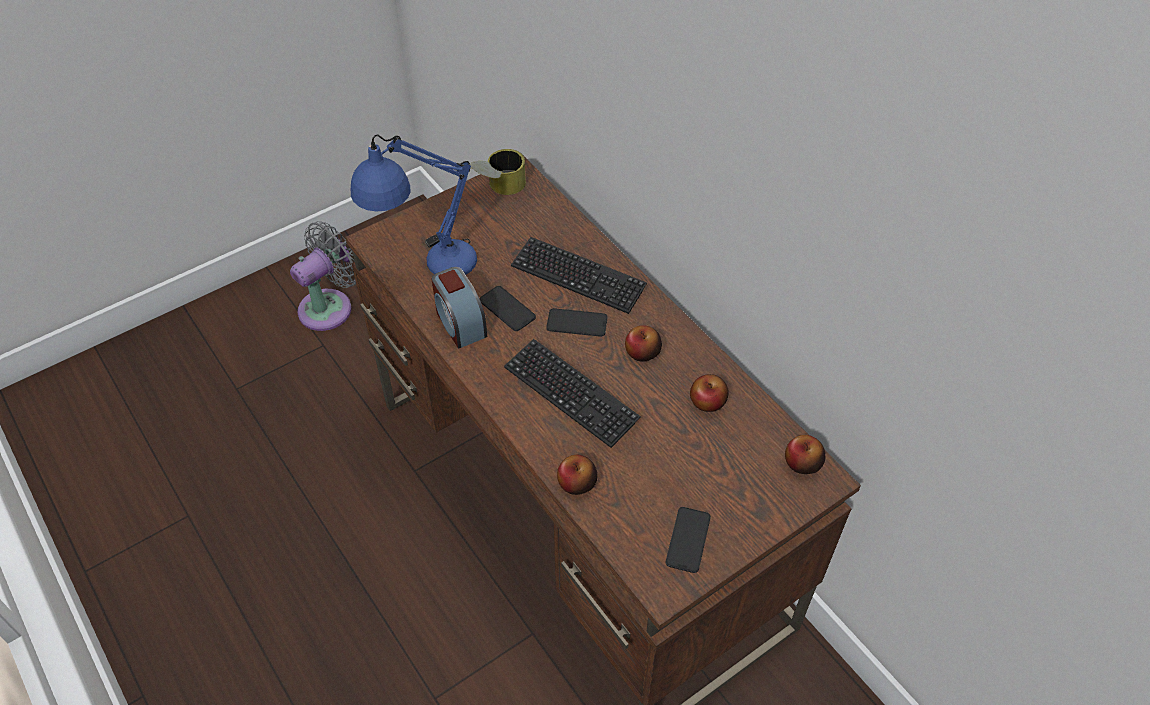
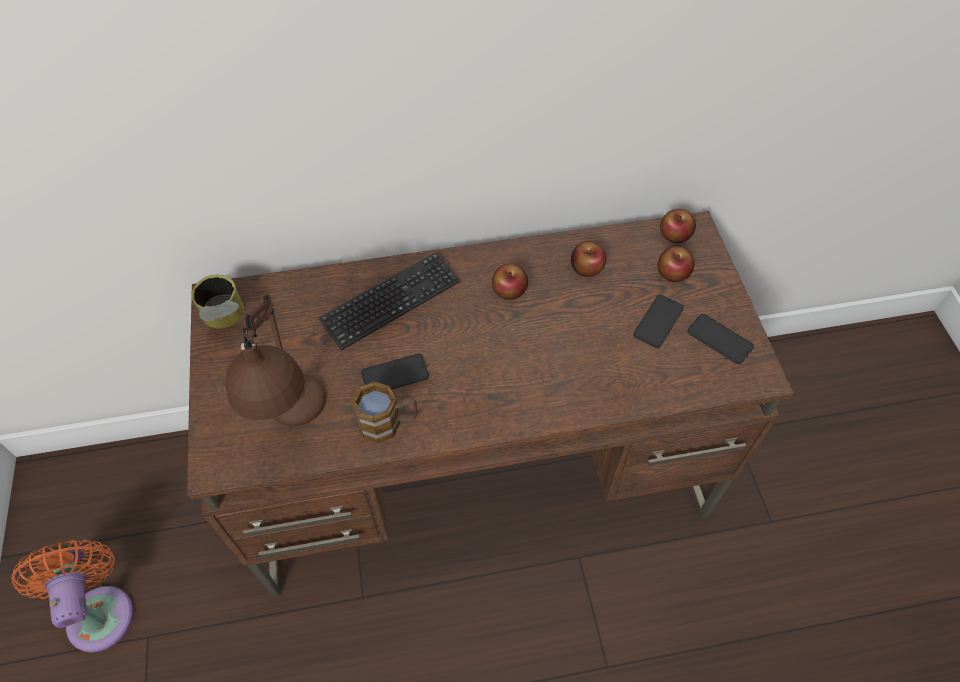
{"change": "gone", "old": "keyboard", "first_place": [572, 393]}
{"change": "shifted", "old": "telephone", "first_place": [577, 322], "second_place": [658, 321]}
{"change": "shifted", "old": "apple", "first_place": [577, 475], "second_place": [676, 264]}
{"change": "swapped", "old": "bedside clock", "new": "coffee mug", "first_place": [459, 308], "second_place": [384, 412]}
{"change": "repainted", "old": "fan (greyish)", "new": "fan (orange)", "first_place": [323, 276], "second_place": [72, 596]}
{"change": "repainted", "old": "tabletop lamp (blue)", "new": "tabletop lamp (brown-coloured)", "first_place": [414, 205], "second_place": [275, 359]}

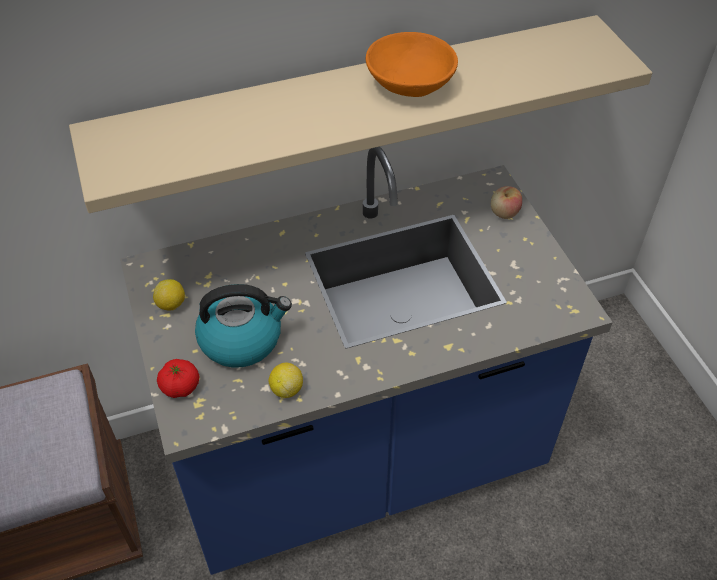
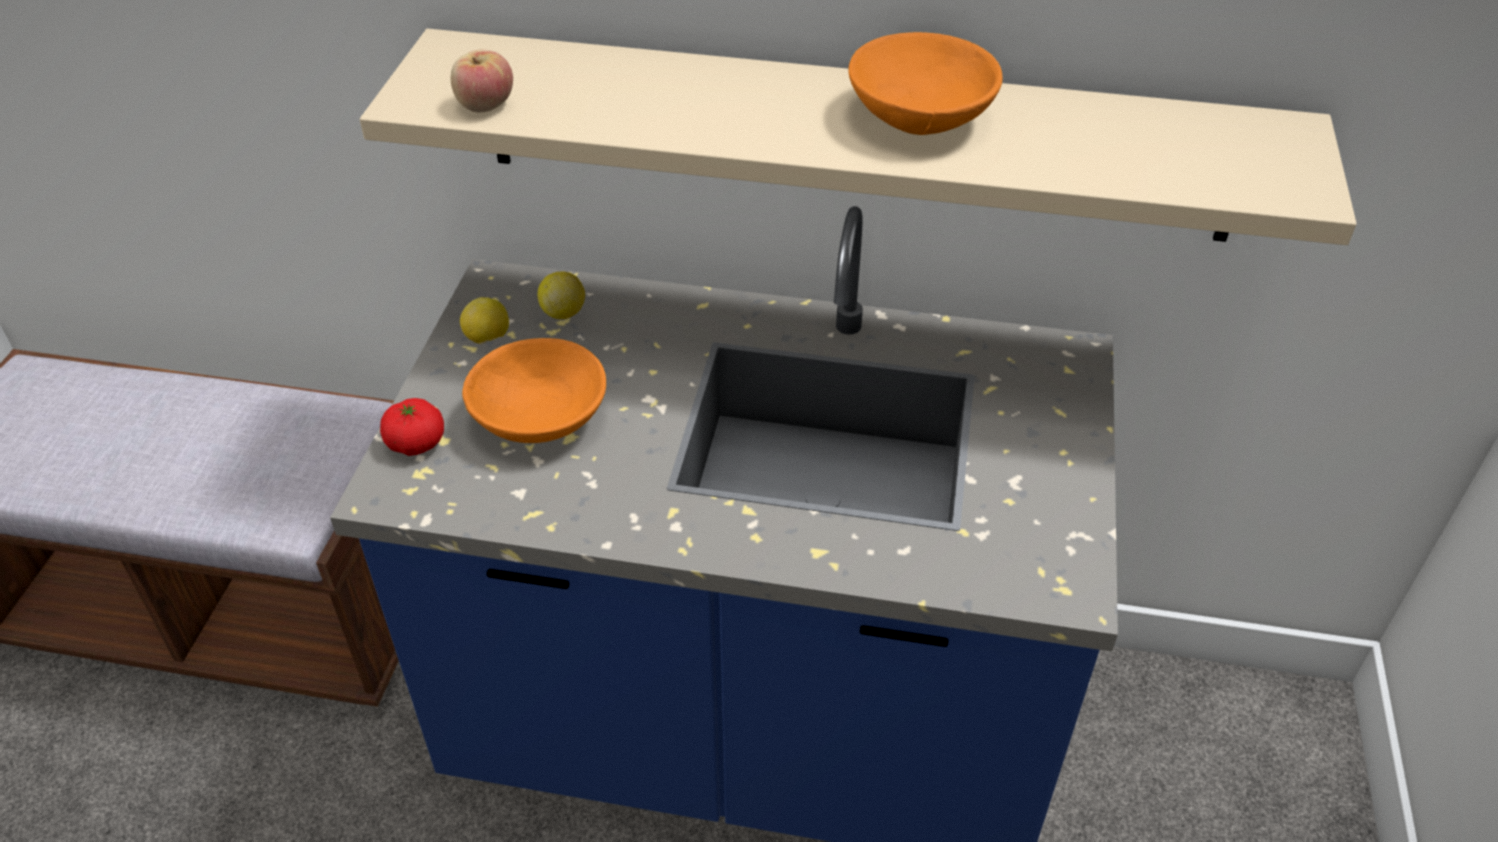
{"change": "shifted", "old": "whole lemon", "first_place": [286, 380], "second_place": [561, 295]}
{"change": "shifted", "old": "apple", "first_place": [506, 202], "second_place": [482, 80]}
{"change": "swapped", "old": "tea kettle", "new": "bowl (orange)", "first_place": [243, 326], "second_place": [534, 390]}

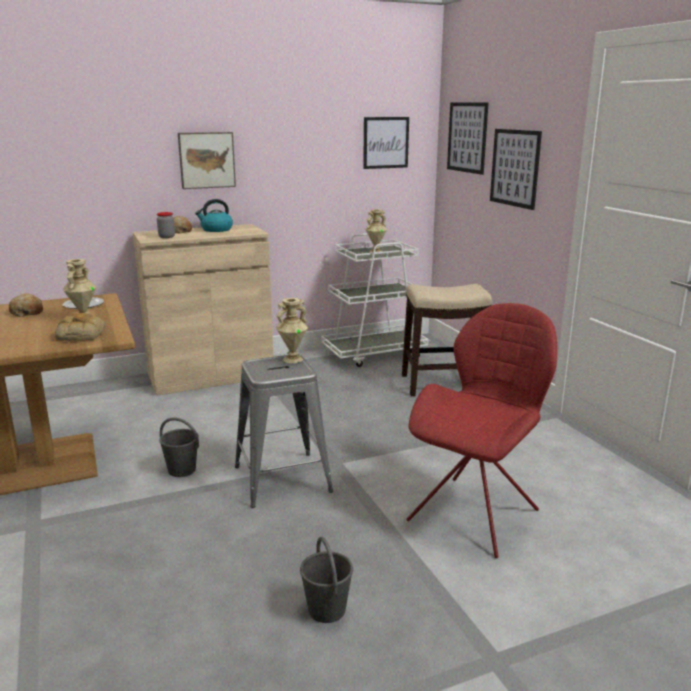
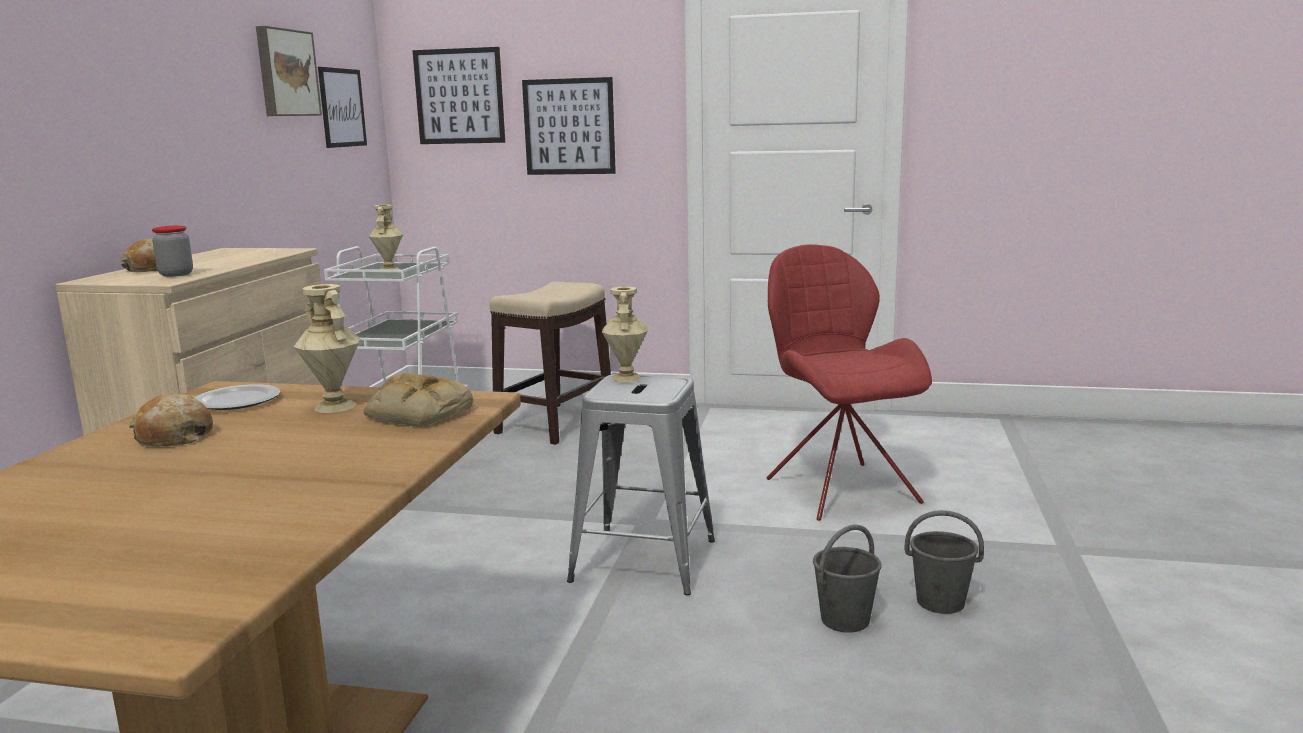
{"change": "gone", "old": "tea kettle", "first_place": [214, 215]}
{"change": "shifted", "old": "pail (greyish)", "first_place": [179, 447], "second_place": [847, 578]}
{"change": "shifted", "old": "picture", "first_place": [207, 160], "second_place": [289, 71]}

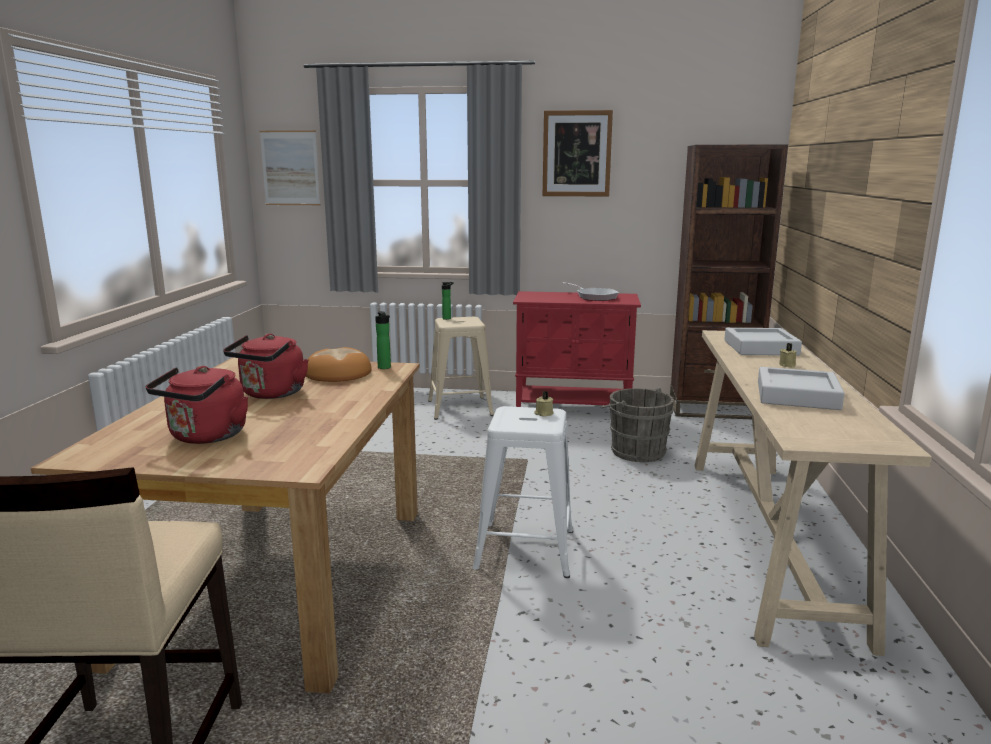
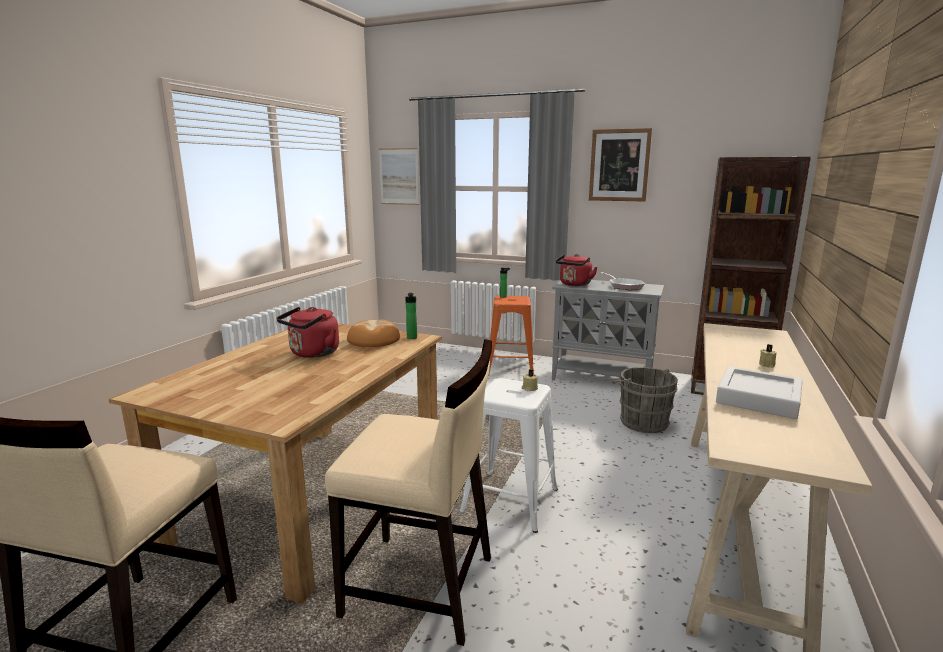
{"change": "gone", "old": "tray (greyish)", "first_place": [763, 341]}
{"change": "new", "new": "chair (sand-coloured)", "second_place": [408, 492]}
{"change": "shifted", "old": "tea kettle (reddish)", "first_place": [197, 405], "second_place": [577, 270]}
{"change": "repainted", "old": "sitting stool (sand-coloured)", "new": "sitting stool (orange)", "first_place": [461, 368], "second_place": [511, 335]}
{"change": "repainted", "old": "cabinet (reddish)", "new": "cabinet (greyish)", "first_place": [577, 349], "second_place": [608, 330]}

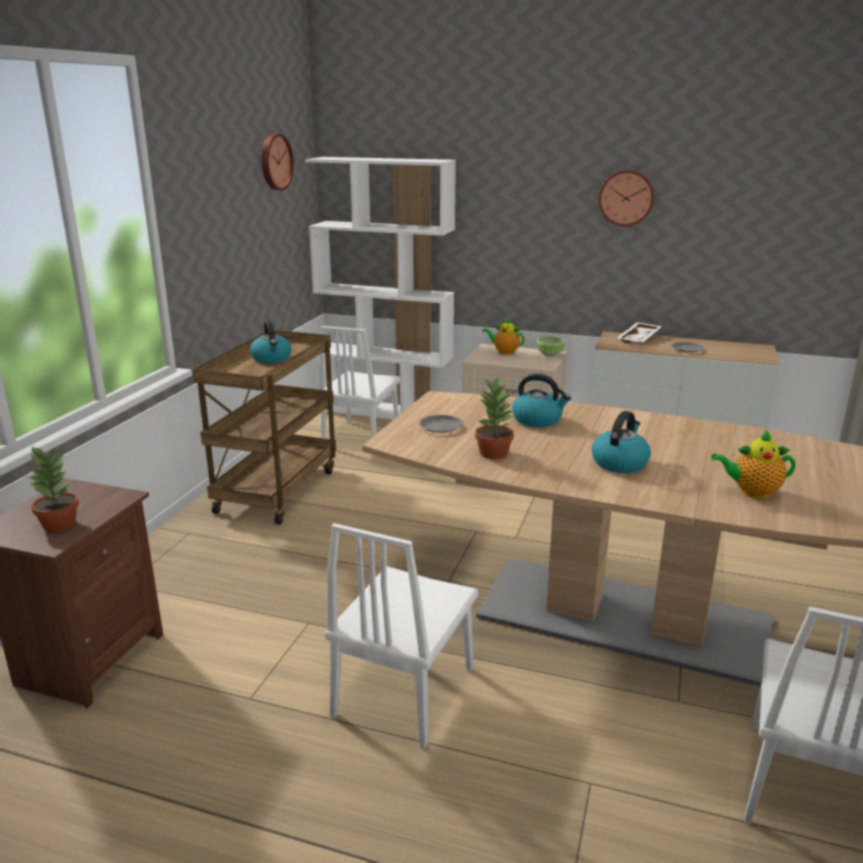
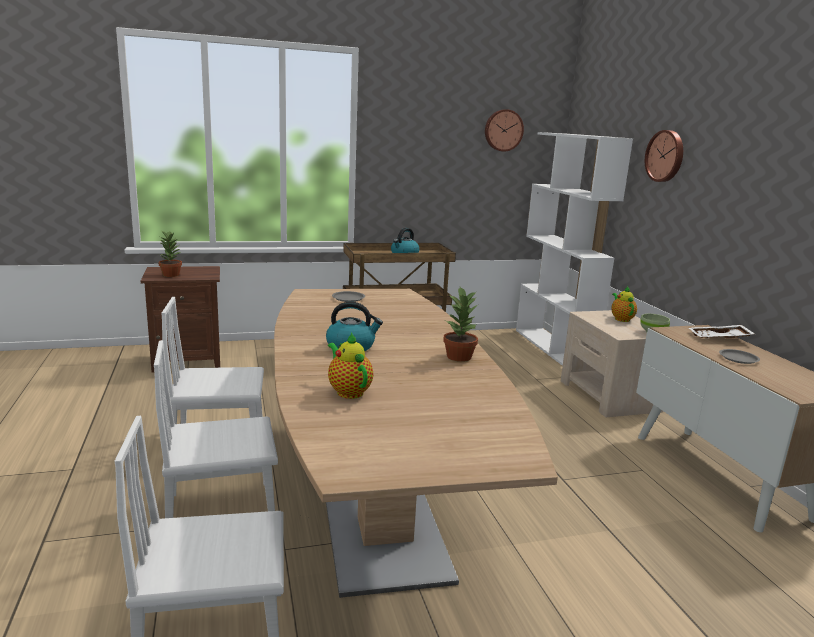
{"change": "gone", "old": "tea kettle", "first_place": [541, 400]}
{"change": "shifted", "old": "chair (white-coloured)", "first_place": [360, 382], "second_place": [216, 429]}
{"change": "shifted", "old": "plant in a pot", "first_place": [495, 418], "second_place": [460, 324]}
{"change": "shifted", "old": "clock on the wall", "first_place": [627, 198], "second_place": [664, 156]}

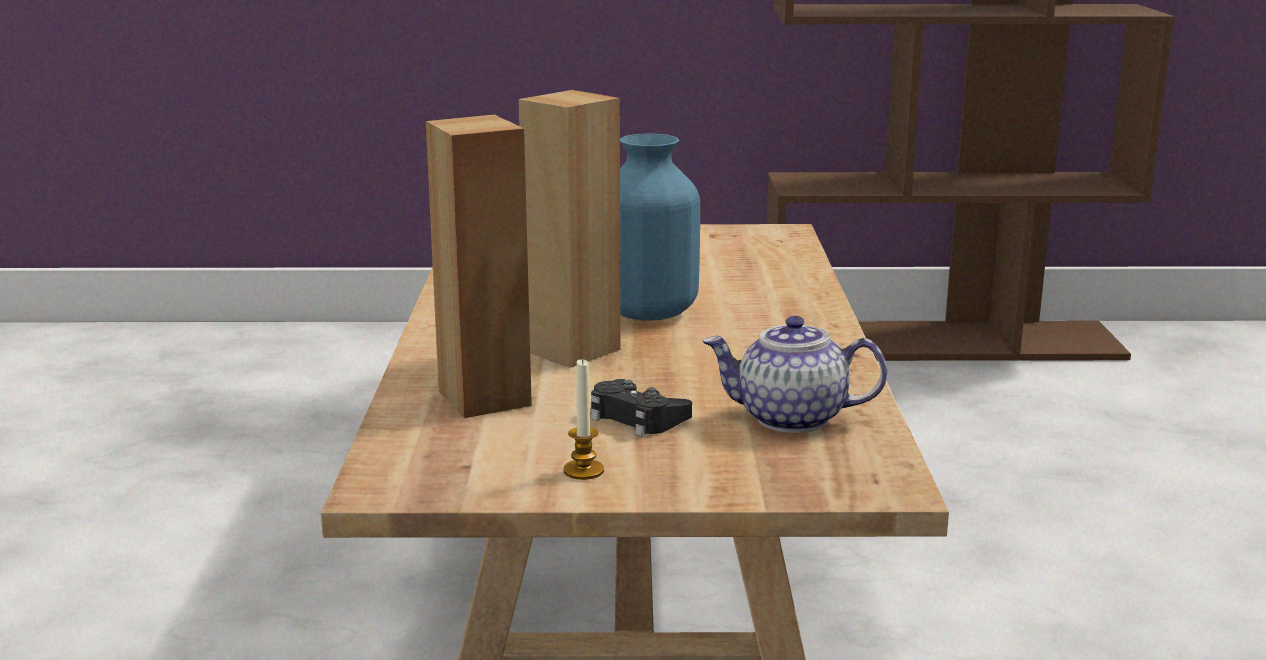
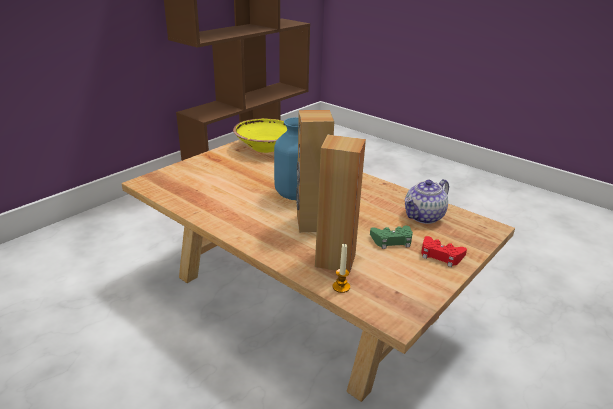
{"change": "new", "new": "bowl (yellow)", "second_place": [260, 136]}
{"change": "new", "new": "gamepad (reddish)", "second_place": [444, 251]}
{"change": "shifted", "old": "wax candle", "first_place": [584, 419], "second_place": [341, 268]}
{"change": "repainted", "old": "gamepad (blackish)", "new": "gamepad (green)", "first_place": [641, 408], "second_place": [391, 237]}

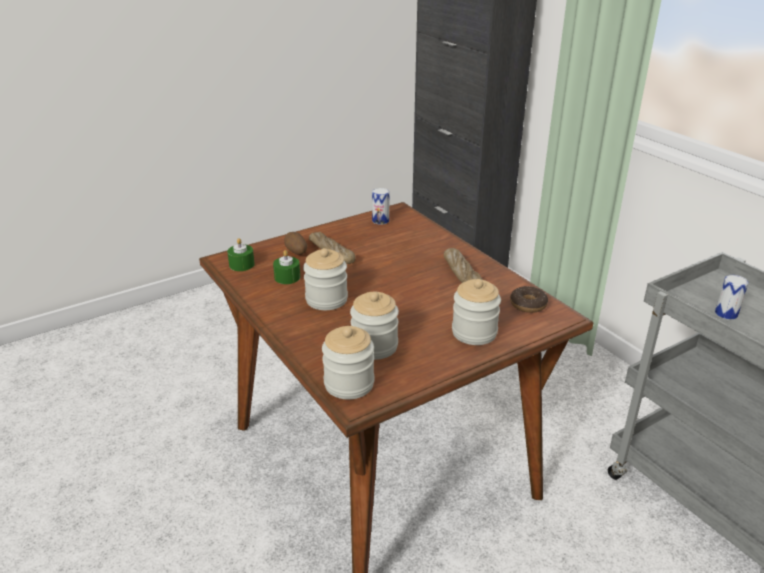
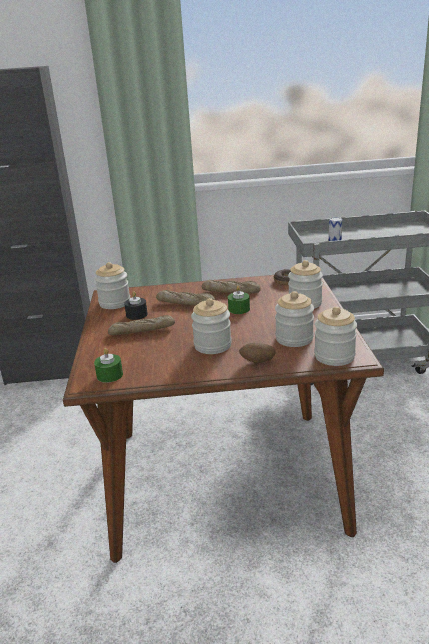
{"change": "new", "new": "wax candle (blackish)", "second_place": [136, 305]}
{"change": "new", "new": "bakery bread", "second_place": [186, 298]}
{"change": "shifted", "old": "wax candle (green)", "first_place": [286, 267], "second_place": [239, 300]}
{"change": "shifted", "old": "potato", "first_place": [295, 243], "second_place": [257, 353]}
{"change": "swapped", "old": "sealed can", "new": "storage jar", "first_place": [380, 206], "second_place": [112, 285]}

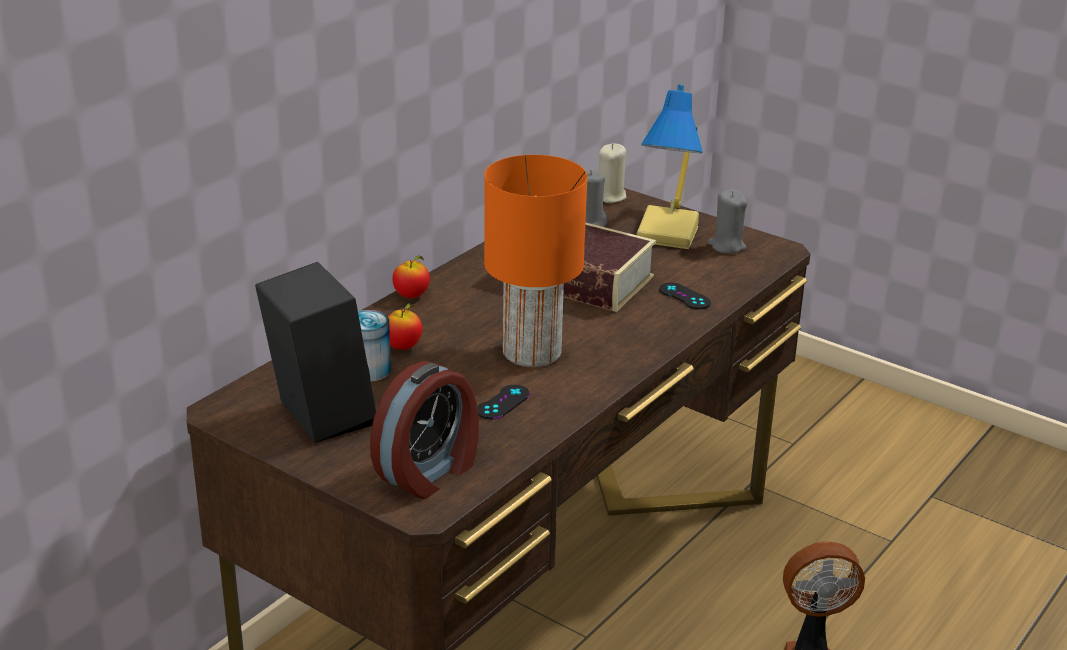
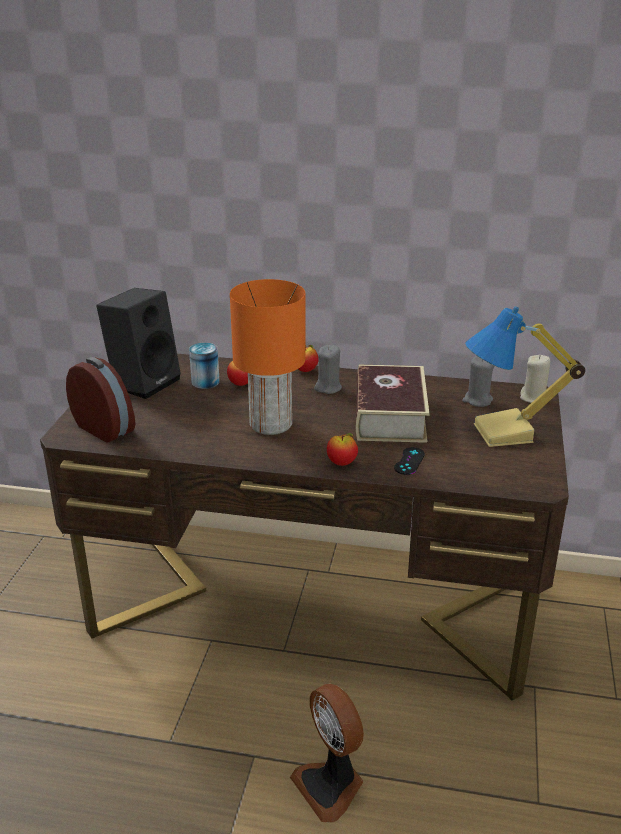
{"change": "gone", "old": "gamepad (blackish)", "first_place": [503, 402]}
{"change": "new", "new": "apple", "second_place": [342, 449]}
{"change": "shifted", "old": "wax candle (greyish)", "first_place": [727, 221], "second_place": [328, 369]}
{"change": "rotated", "old": "bedside clock", "first_place": [424, 430], "second_place": [100, 399], "degrees": -150}

